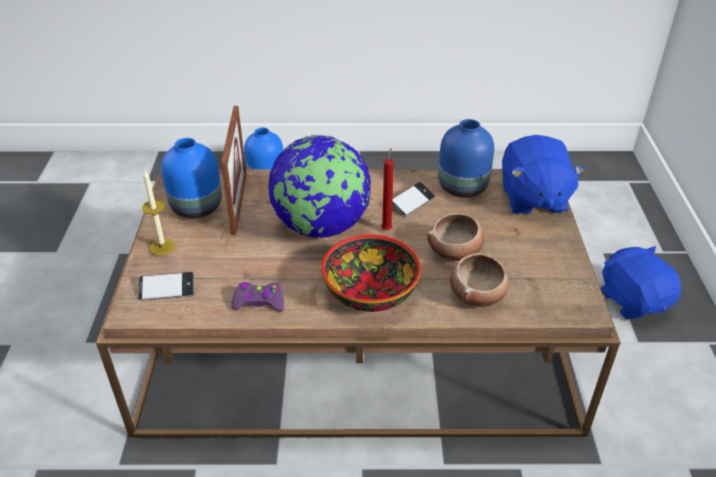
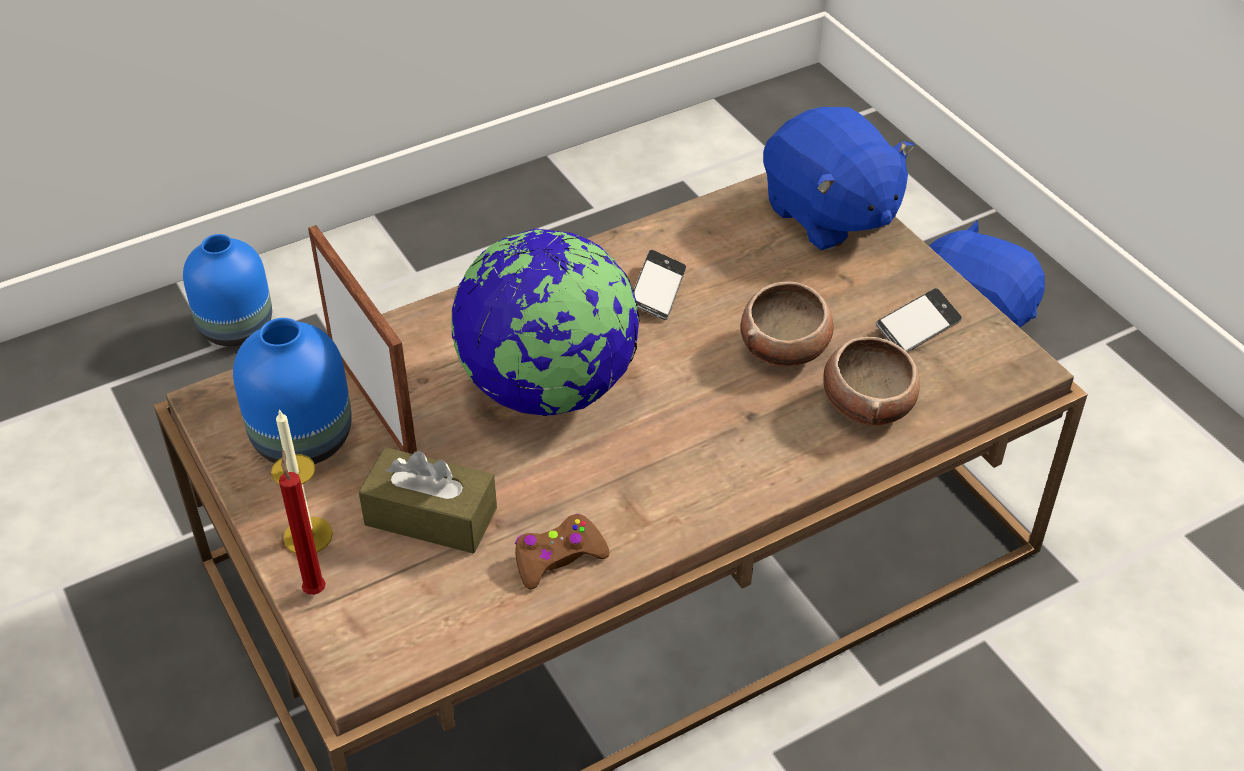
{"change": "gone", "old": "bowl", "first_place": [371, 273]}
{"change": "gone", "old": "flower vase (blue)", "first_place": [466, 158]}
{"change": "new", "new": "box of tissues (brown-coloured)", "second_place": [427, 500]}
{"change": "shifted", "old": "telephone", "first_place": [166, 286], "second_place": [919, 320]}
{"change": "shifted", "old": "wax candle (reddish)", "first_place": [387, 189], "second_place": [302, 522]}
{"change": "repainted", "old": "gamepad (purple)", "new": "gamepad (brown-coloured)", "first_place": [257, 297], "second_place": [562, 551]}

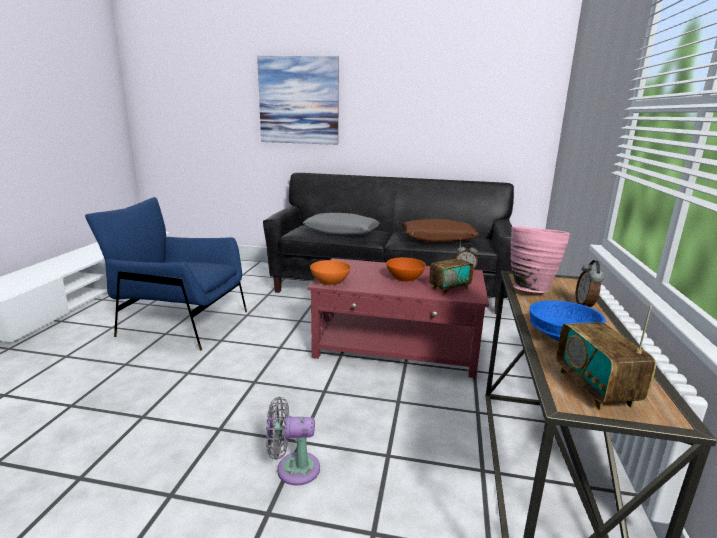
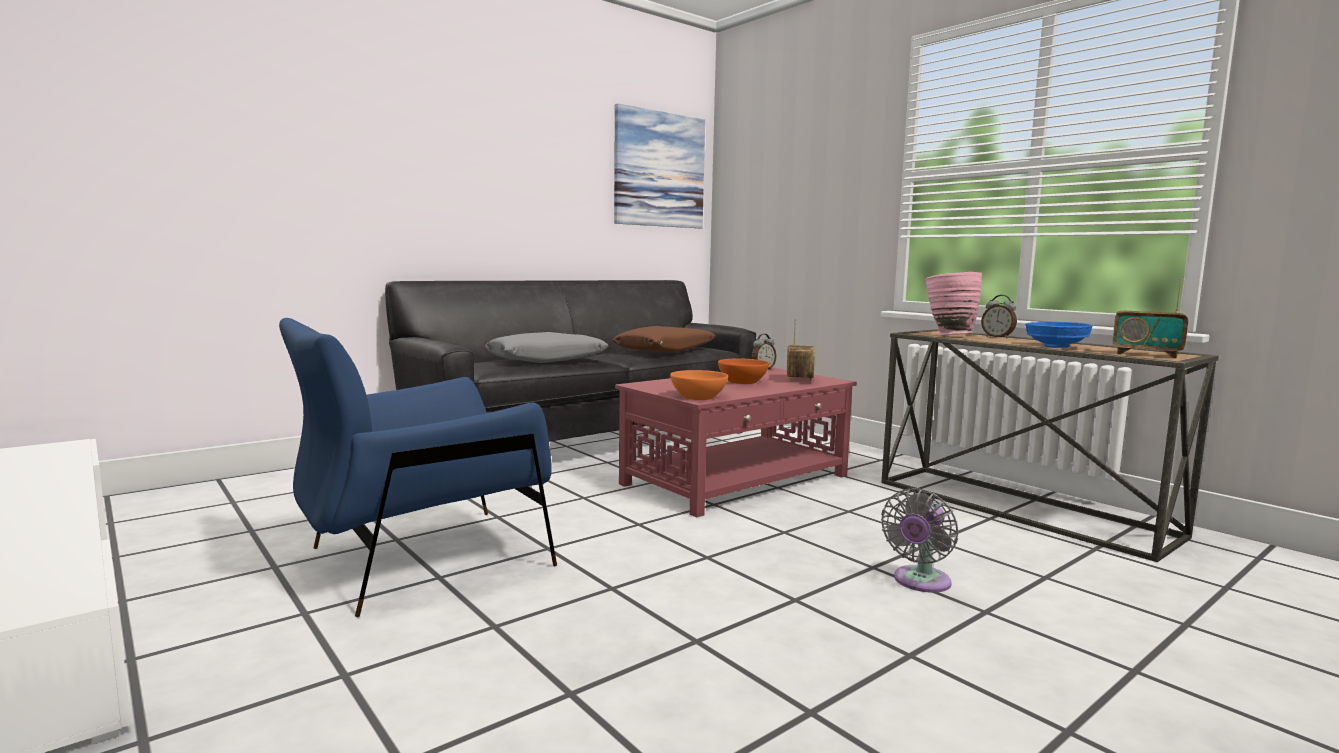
{"change": "shifted", "old": "picture", "first_place": [298, 100], "second_place": [659, 166]}

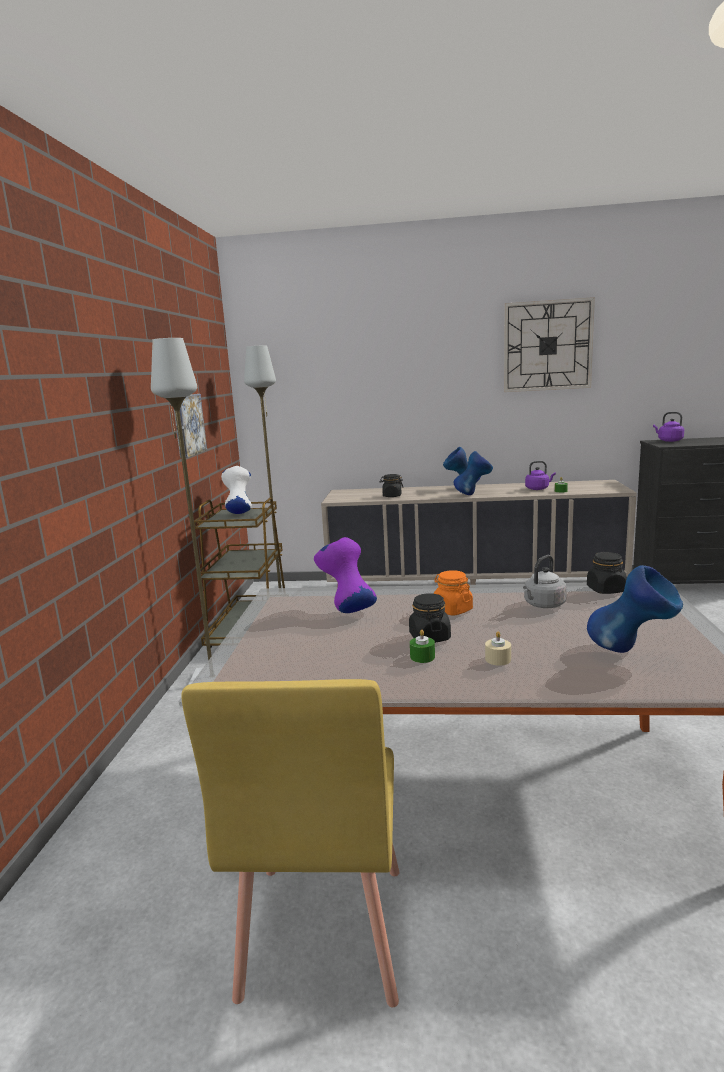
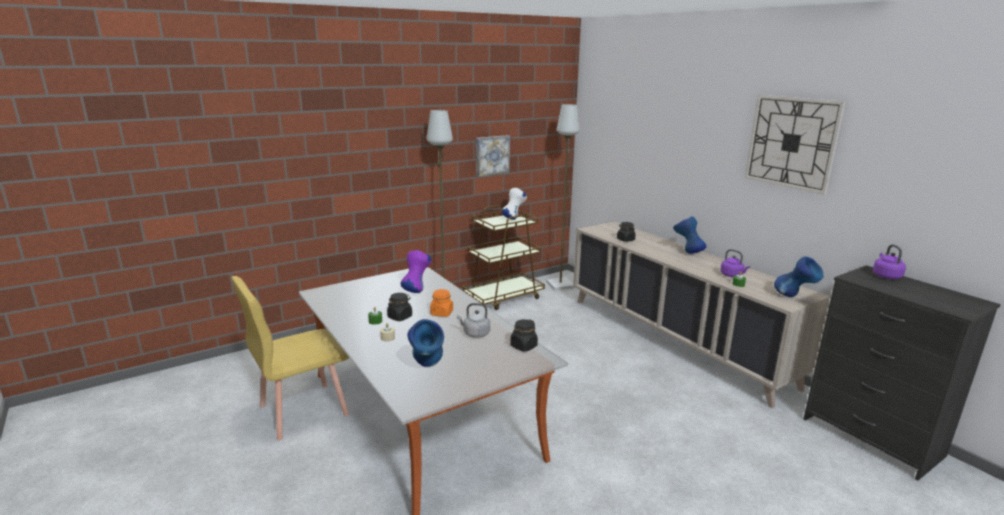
{"change": "shifted", "old": "flower vase (blue)", "first_place": [473, 473], "second_place": [799, 276]}

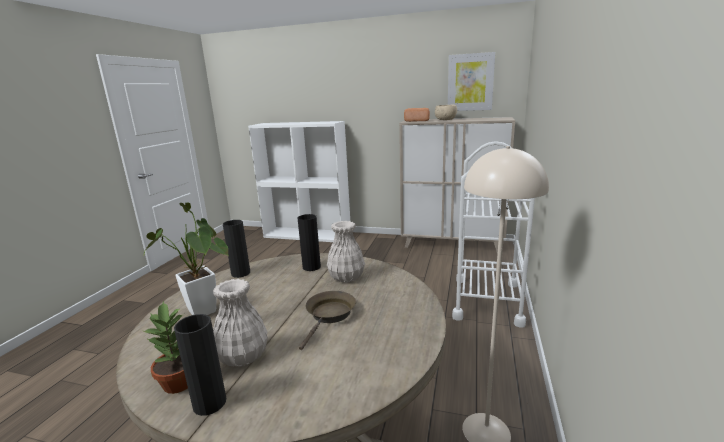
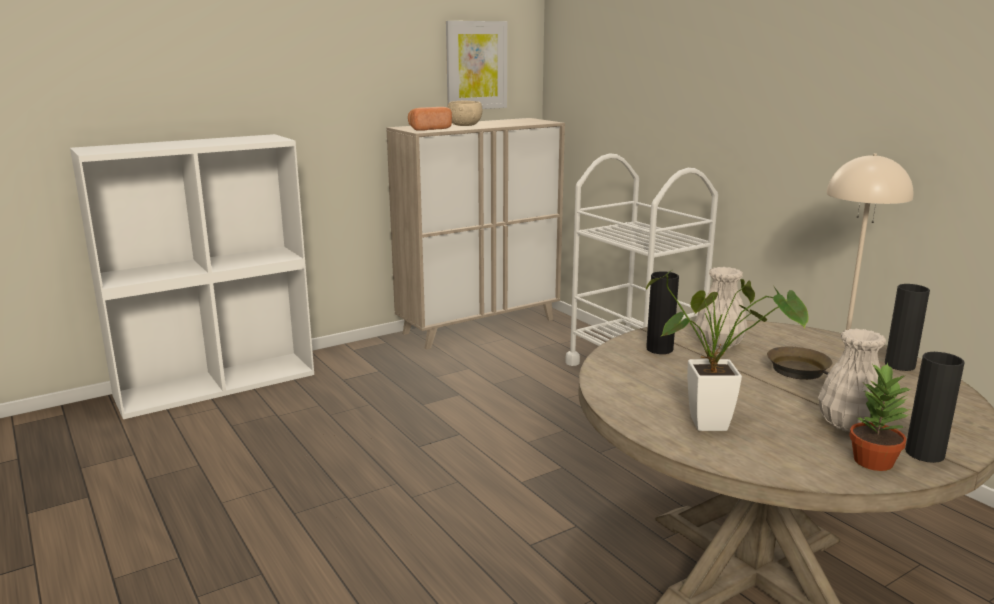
{"change": "shifted", "old": "flower vase (blackish)", "first_place": [236, 249], "second_place": [907, 327]}

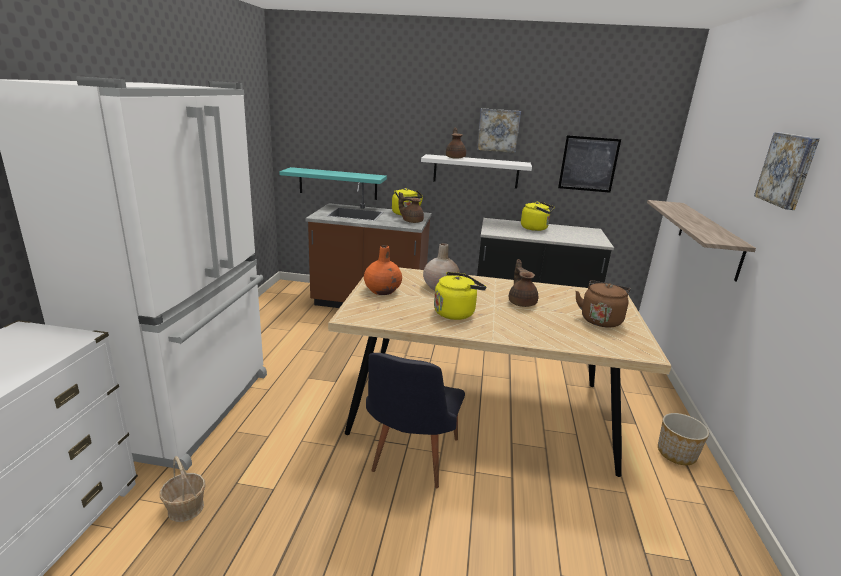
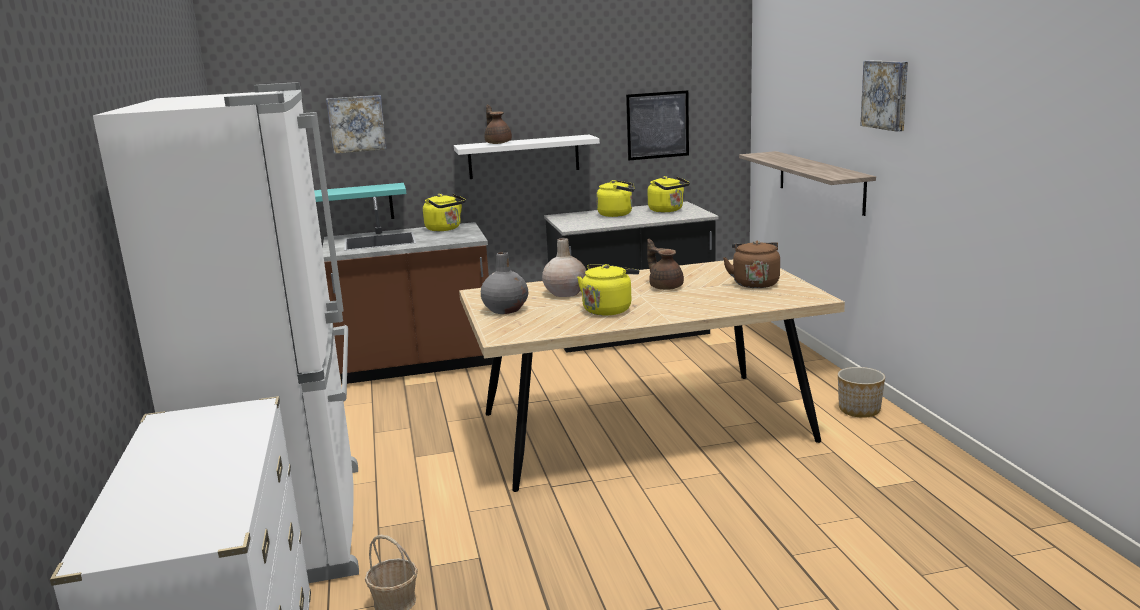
{"change": "gone", "old": "chair (blackish)", "first_place": [415, 420]}
{"change": "gone", "old": "teapot (brown-coloured)", "first_place": [411, 207]}
{"change": "new", "new": "tea kettle (yellow)", "second_place": [669, 194]}
{"change": "shifted", "old": "picture", "first_place": [499, 130], "second_place": [356, 124]}
{"change": "repainted", "old": "flower vase (orange)", "new": "flower vase (greyish)", "first_place": [383, 270], "second_place": [504, 283]}

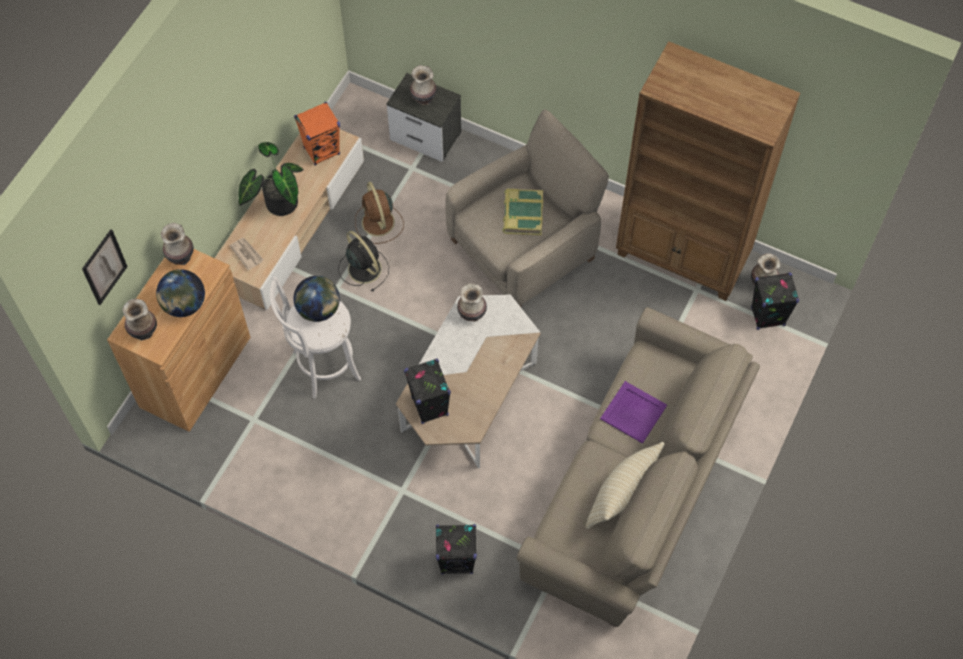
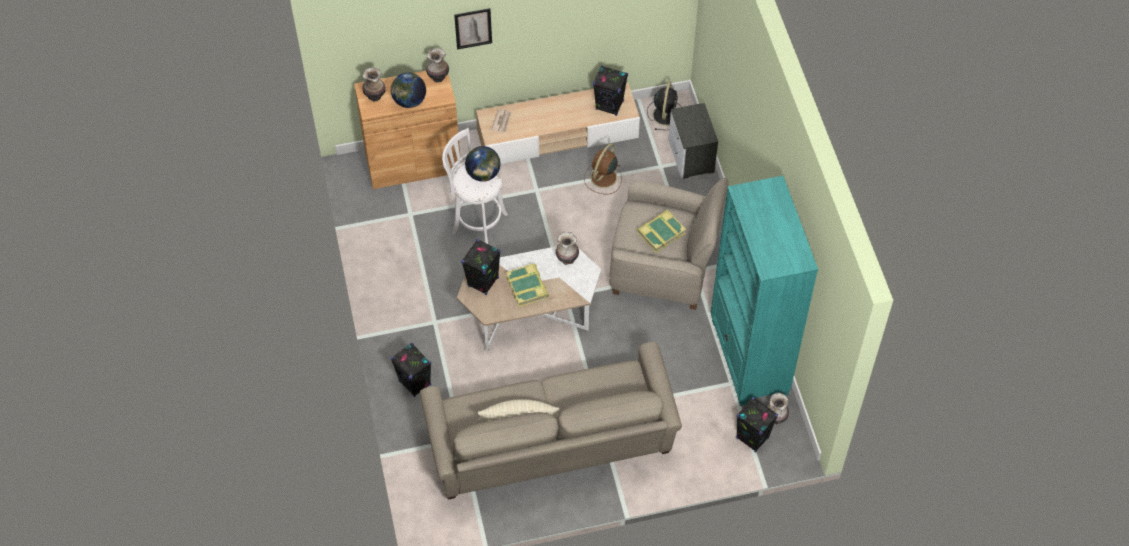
{"change": "gone", "old": "plant in a pot", "first_place": [271, 179]}
{"change": "gone", "old": "flower vase", "first_place": [423, 85]}
{"change": "gone", "old": "tray (purple)", "first_place": [633, 412]}
{"change": "new", "new": "bound book", "second_place": [527, 285]}
{"change": "shifted", "old": "picture", "first_place": [105, 267], "second_place": [473, 29]}
{"change": "shifted", "old": "fan (blackish)", "first_place": [363, 261], "second_place": [664, 105]}
{"change": "repainted", "old": "audio speaker (orange)", "new": "audio speaker (blackish)", "first_place": [317, 134], "second_place": [610, 90]}
{"change": "repainted", "old": "shelving unit (brown-coloured)", "new": "shelving unit (turquoise)", "first_place": [708, 171], "second_place": [764, 291]}

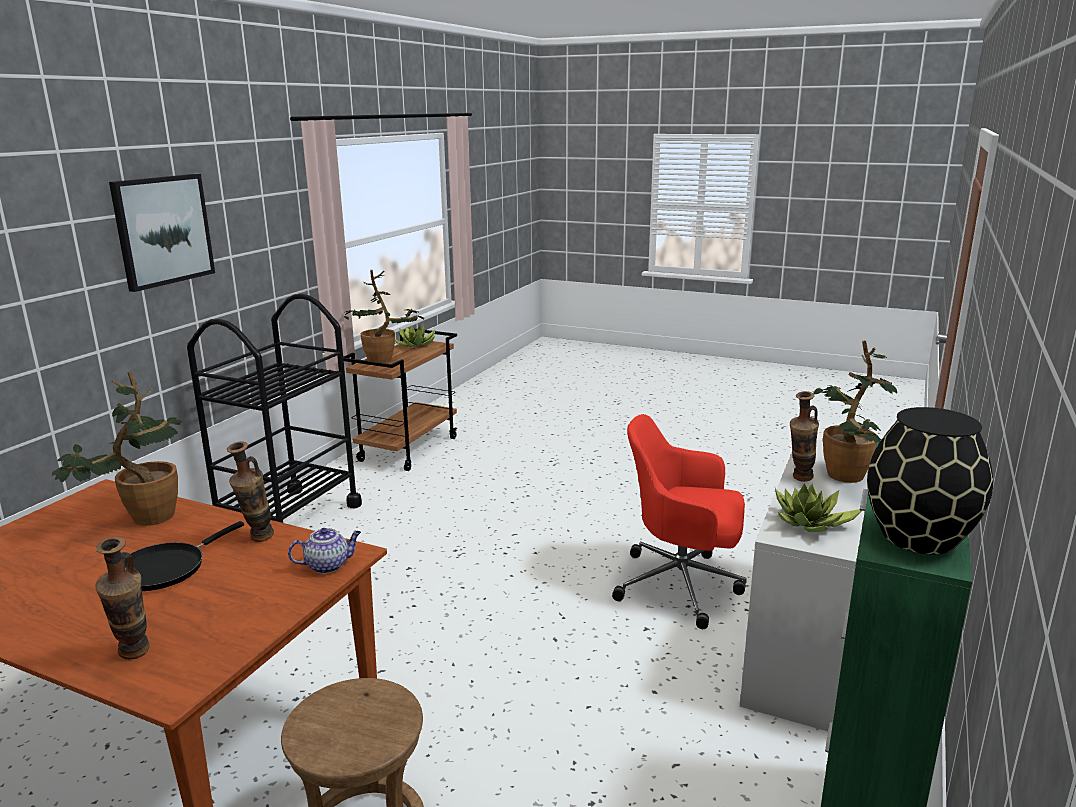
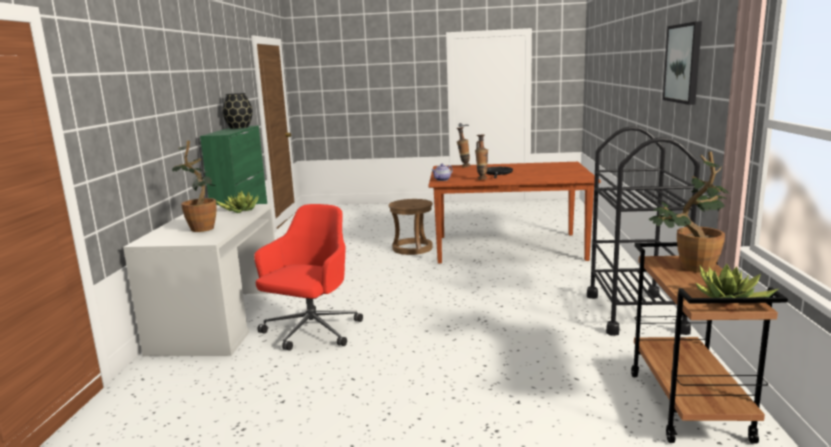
{"change": "gone", "old": "plant in a pot", "first_place": [117, 449]}
{"change": "gone", "old": "flower vase", "first_place": [804, 436]}
{"change": "rotated", "old": "computer chair (reddish)", "first_place": [679, 521], "second_place": [308, 277], "degrees": -60}

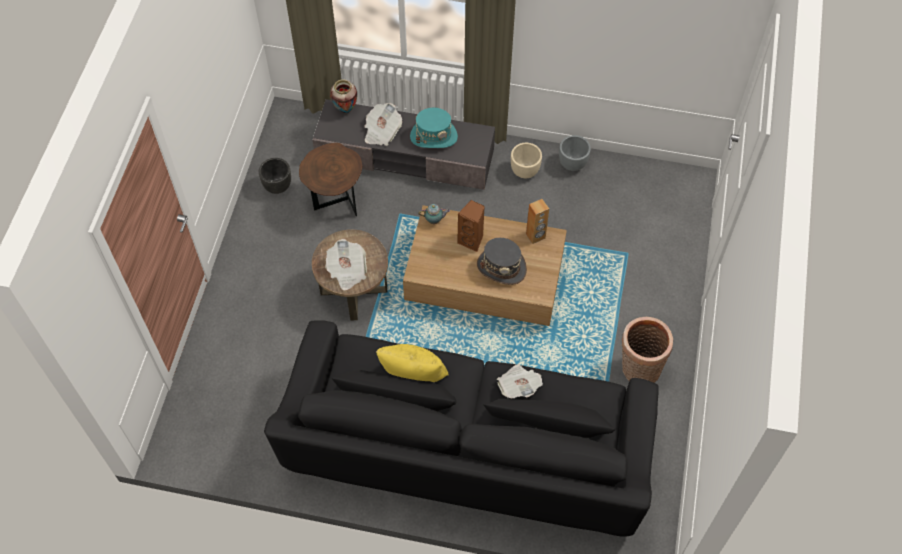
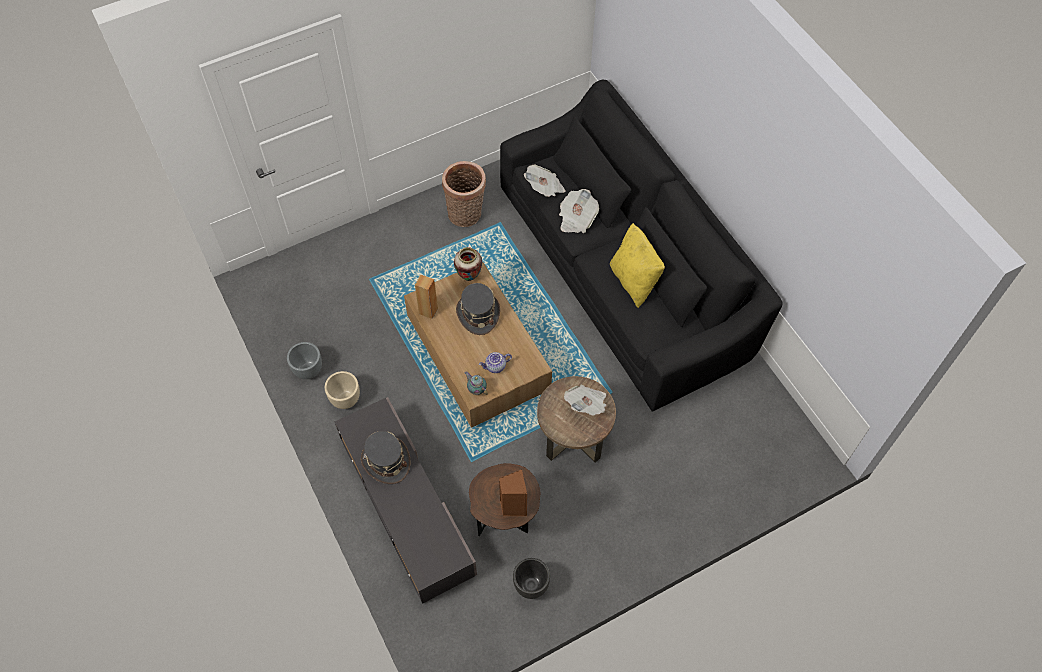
{"change": "new", "new": "teapot", "second_place": [495, 362]}
{"change": "shifted", "old": "flower vase", "first_place": [343, 96], "second_place": [468, 264]}
{"change": "shifted", "old": "daily paper", "first_place": [383, 124], "second_place": [545, 181]}
{"change": "shifted", "old": "audio speaker (brown-coloured)", "first_place": [471, 226], "second_place": [513, 493]}
{"change": "repainted", "old": "clothing hat (turquoise)", "new": "clothing hat (greyish)", "first_place": [434, 128], "second_place": [385, 457]}

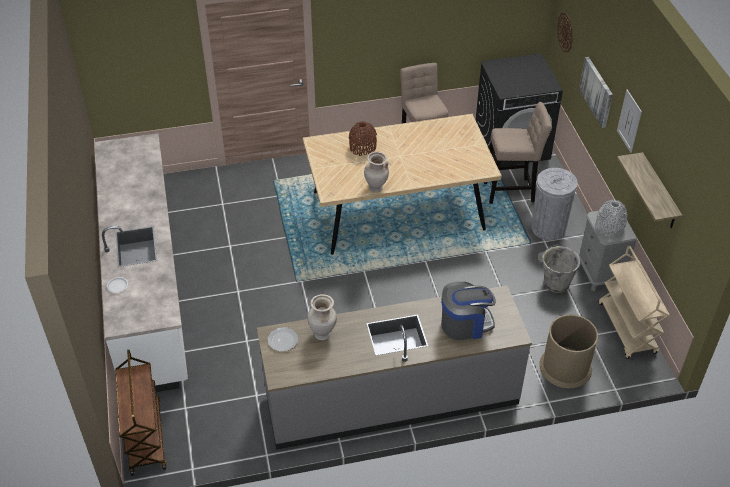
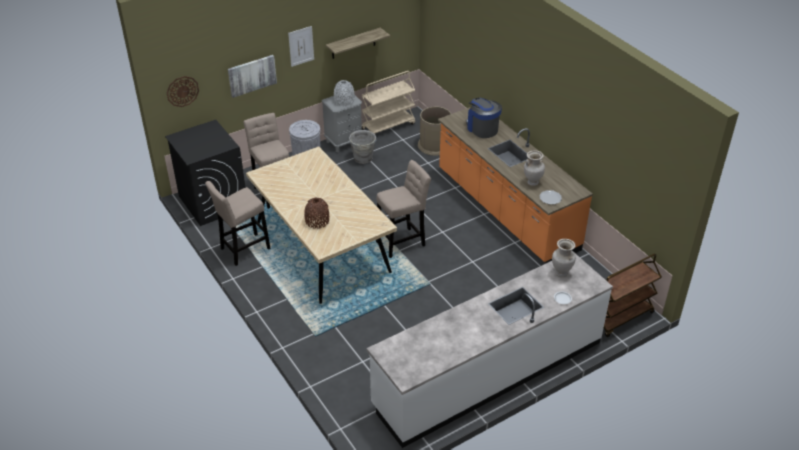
{"change": "new", "new": "sitting stool (sand-coloured)", "second_place": [403, 209]}
{"change": "shifted", "old": "flower vase (sand-coloured)", "first_place": [376, 171], "second_place": [564, 258]}
{"change": "repainted", "old": "counter (greyish)", "new": "counter (orange)", "first_place": [394, 367], "second_place": [515, 185]}

